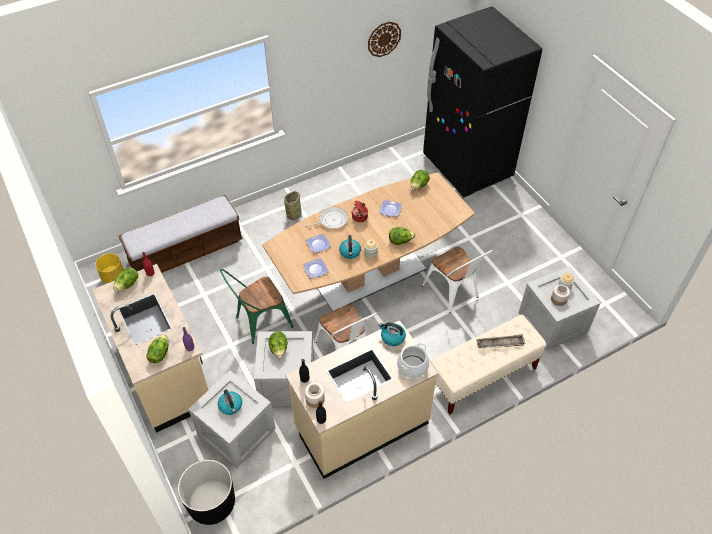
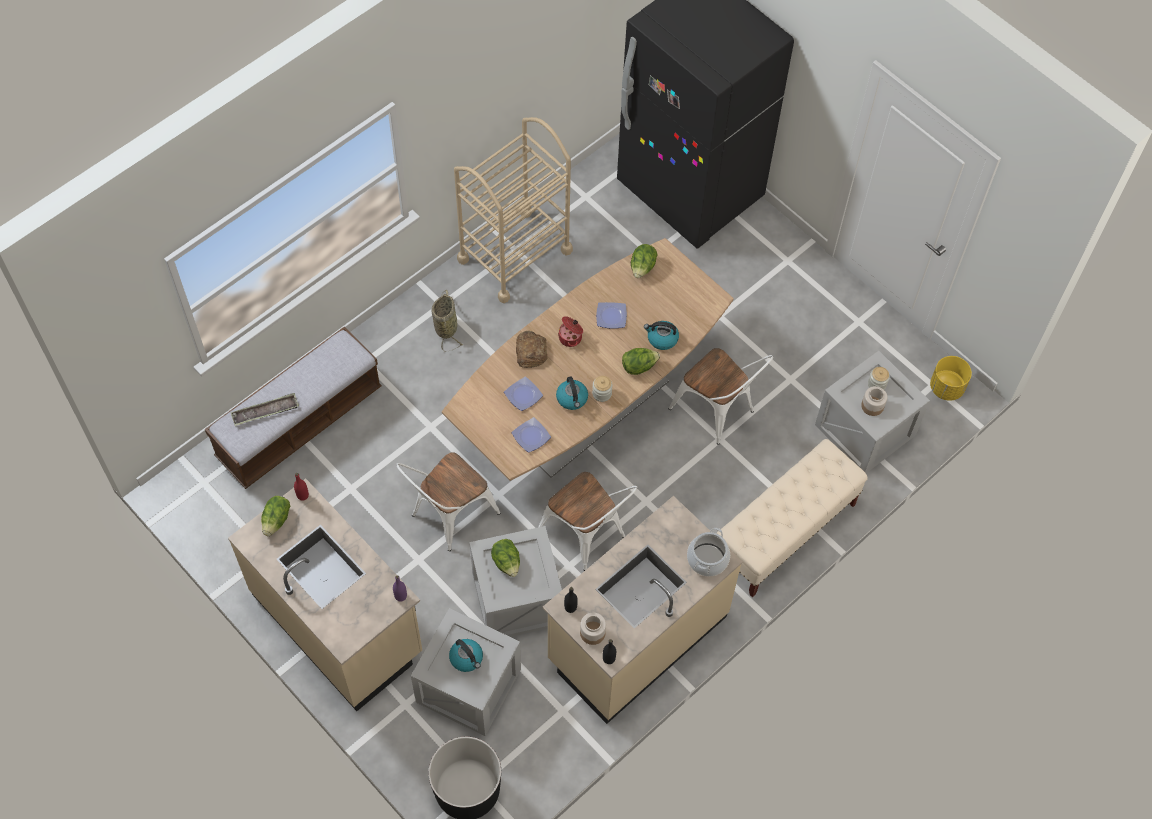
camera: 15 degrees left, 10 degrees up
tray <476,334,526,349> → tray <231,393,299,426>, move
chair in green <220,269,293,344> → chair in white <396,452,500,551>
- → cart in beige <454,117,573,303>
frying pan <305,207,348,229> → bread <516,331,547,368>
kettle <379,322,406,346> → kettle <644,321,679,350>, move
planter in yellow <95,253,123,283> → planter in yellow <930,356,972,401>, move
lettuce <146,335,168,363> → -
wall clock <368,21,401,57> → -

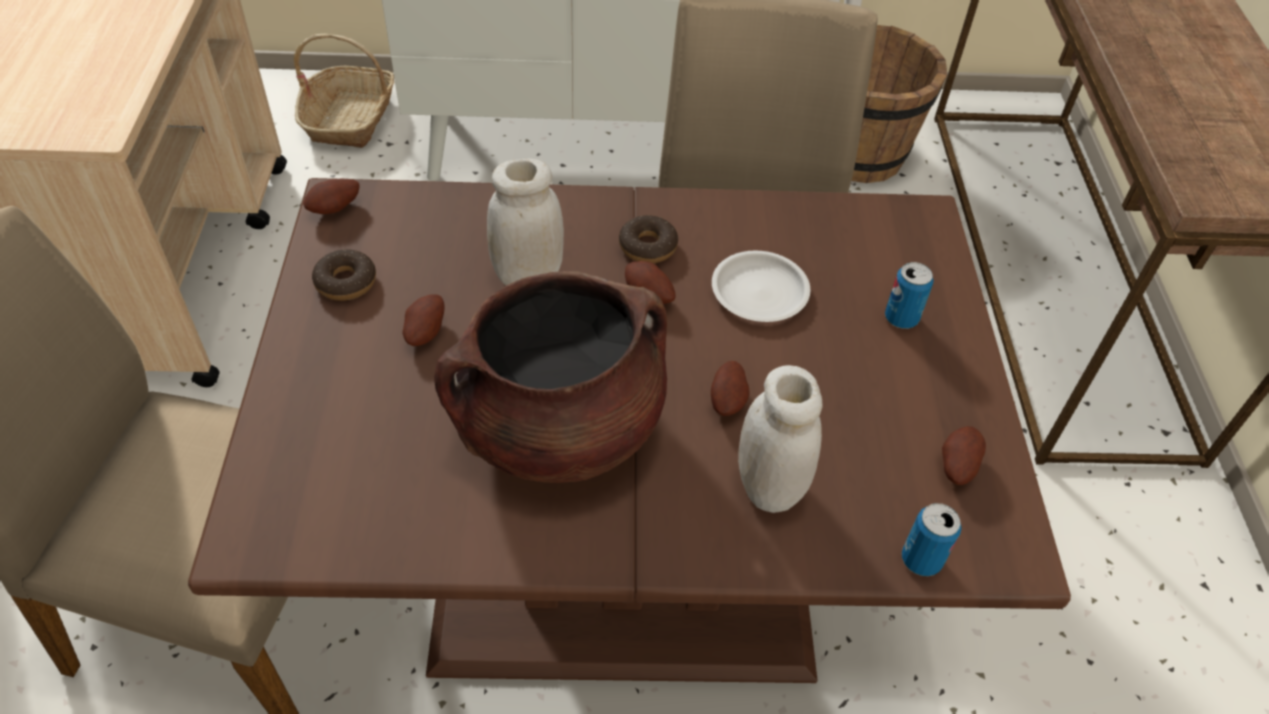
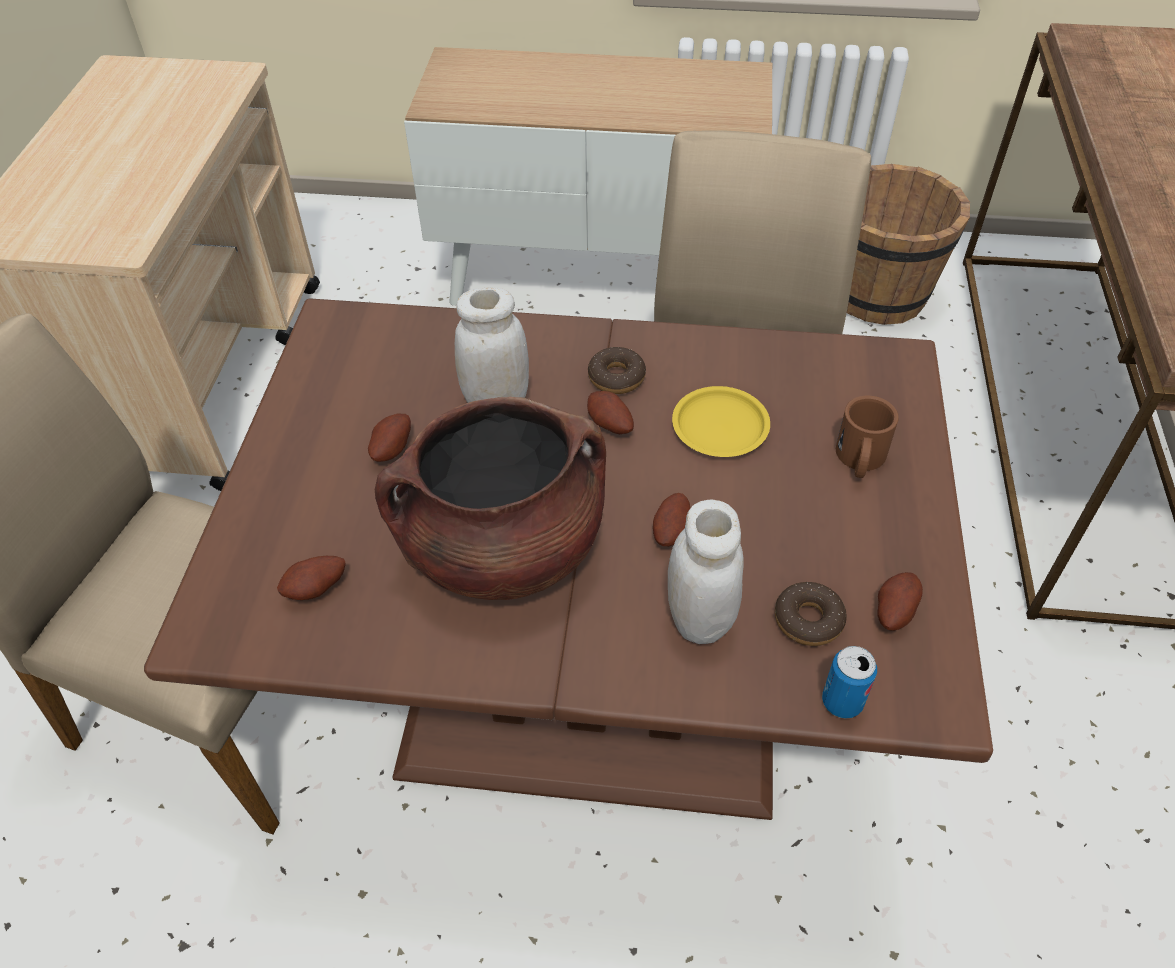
camera: 10 degrees right, 0 degrees up
potato <303,179,360,214> → potato <277,556,346,600>, move
plate in white <712,251,810,322> → plate in yellow <672,386,770,457>
donut <312,249,376,301> → donut <775,582,847,646>, move
can <885,262,934,329> → mug in brown <836,396,899,478>
basket <294,34,394,148> → -

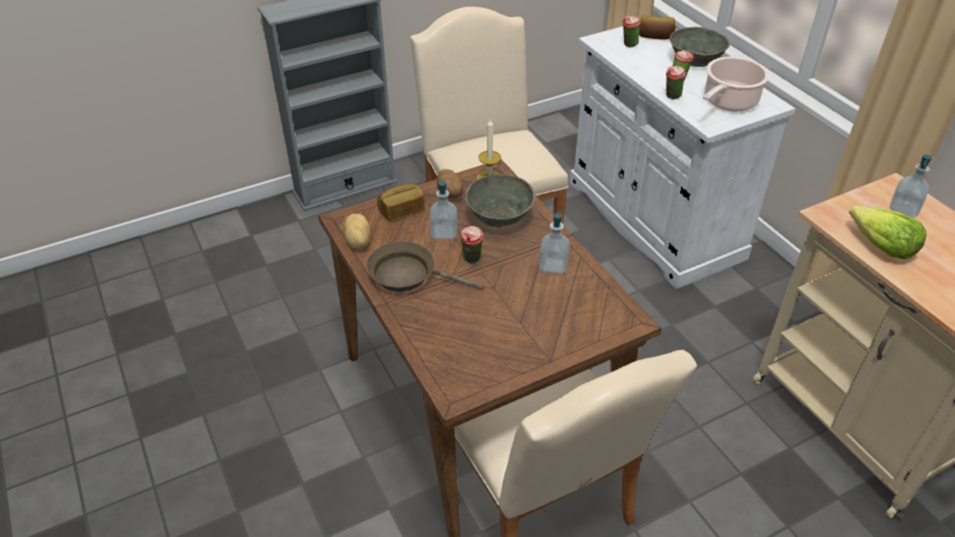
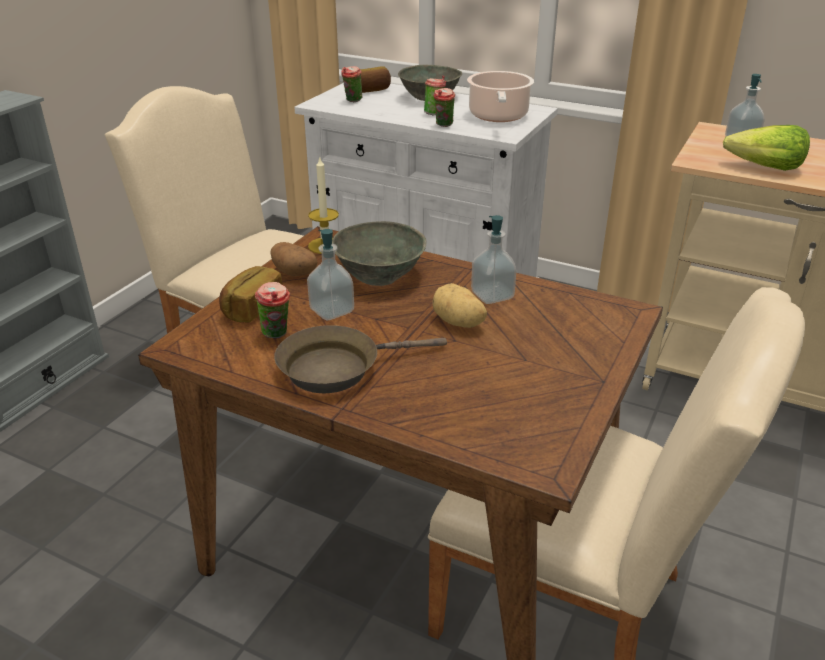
camera: 35 degrees left, 10 degrees down
cup <460,226,484,263> → cup <255,282,290,338>, move
potato <344,214,370,249> → potato <432,283,487,328>, move

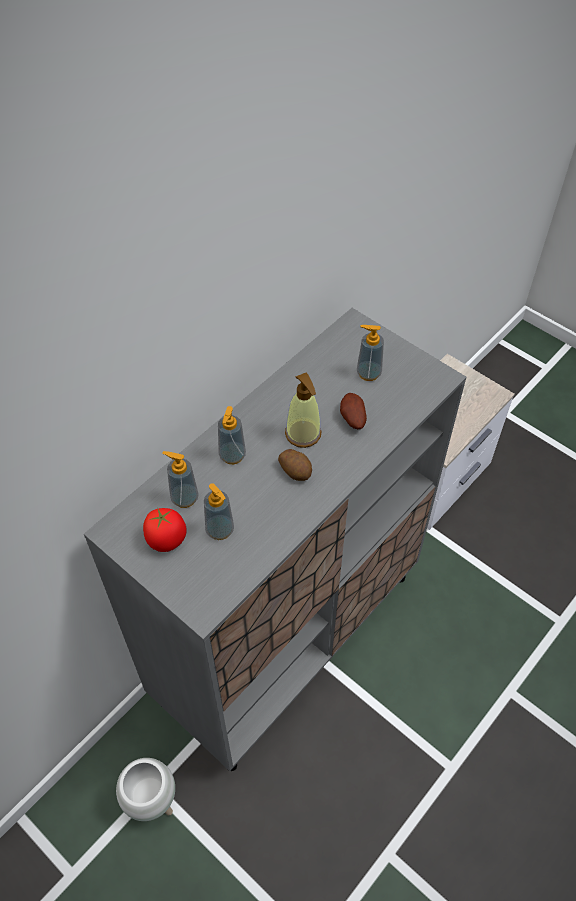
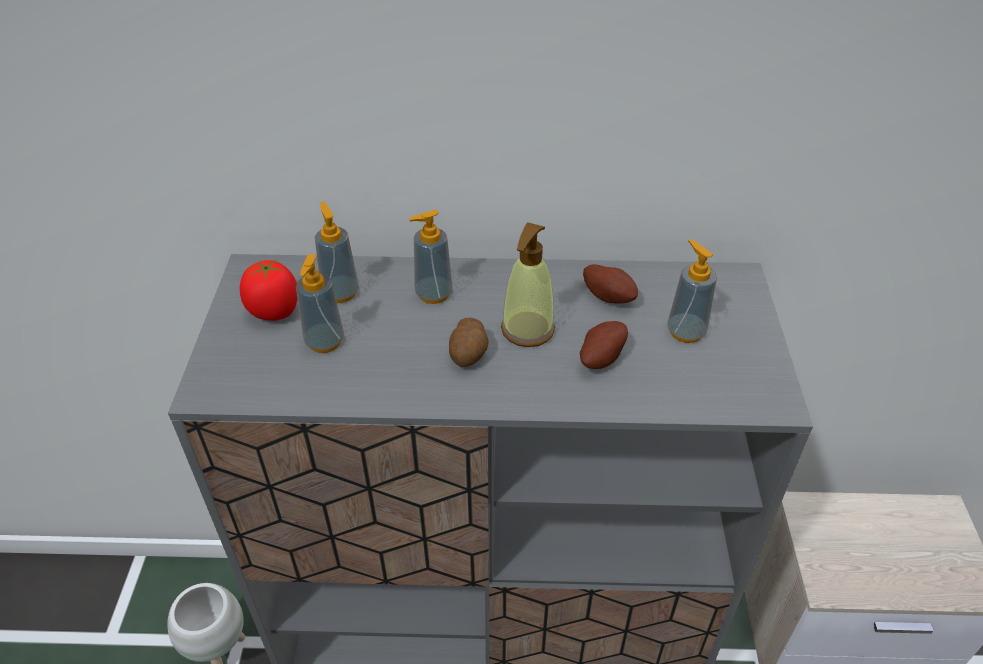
camera: 50 degrees right, 10 degrees down
- → potato <583,264,638,304>

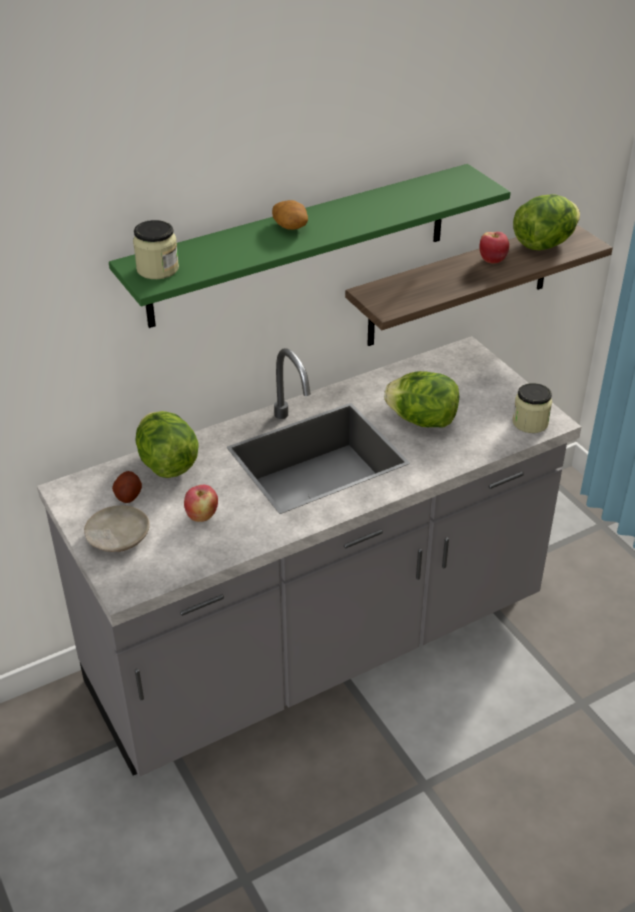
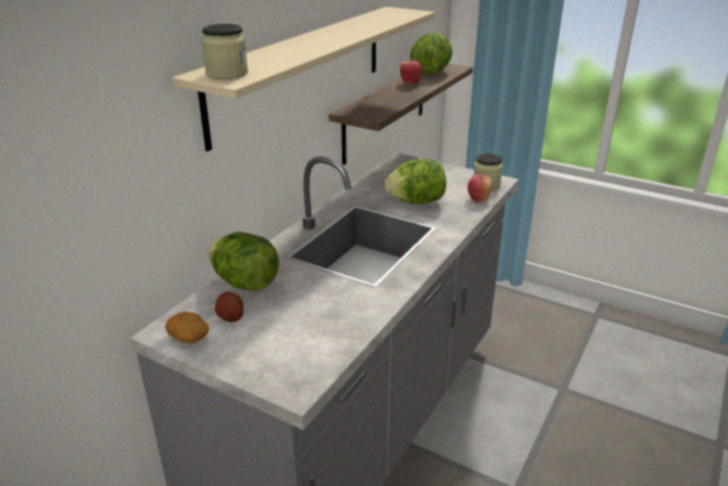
camera: 30 degrees left, 10 degrees down
potato <272,200,308,230> → potato <165,312,209,343>, move
shelf in green <109,164,511,328> → shelf in beige <172,7,435,152>
apple <184,485,218,522> → apple <468,175,493,202>, move
plate in beige <84,505,150,552> → -

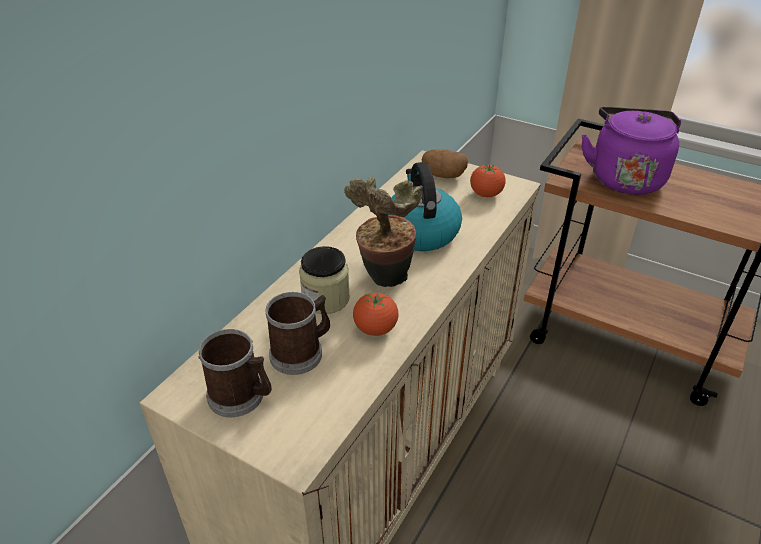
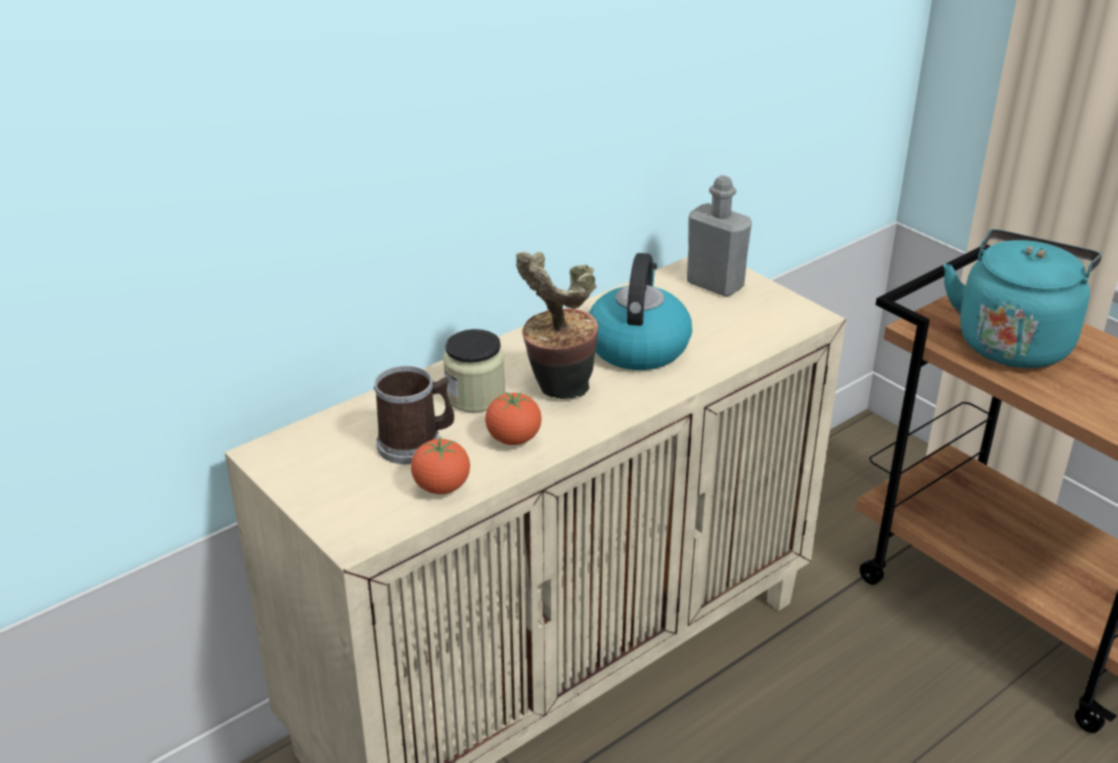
camera: 20 degrees right, 5 degrees down
tomato <470,163,506,197> → tomato <411,436,470,494>, move
potato <422,149,468,178> → bottle in grey <687,175,752,297>
kettle in purple <582,107,681,195> → kettle in turquoise <943,229,1102,368>
mug <198,329,272,417> → -

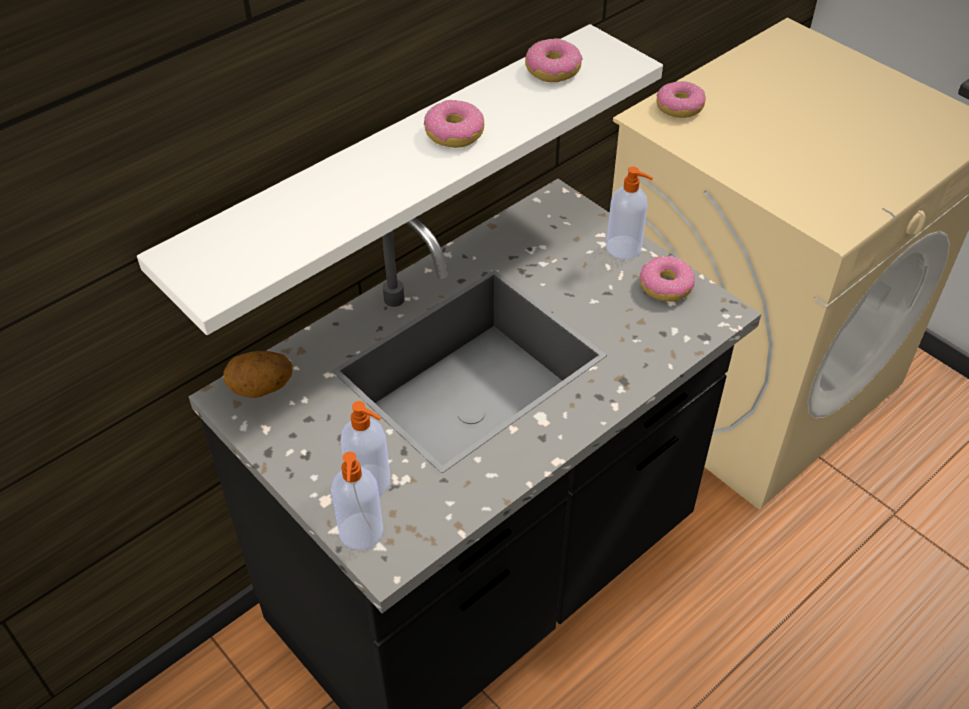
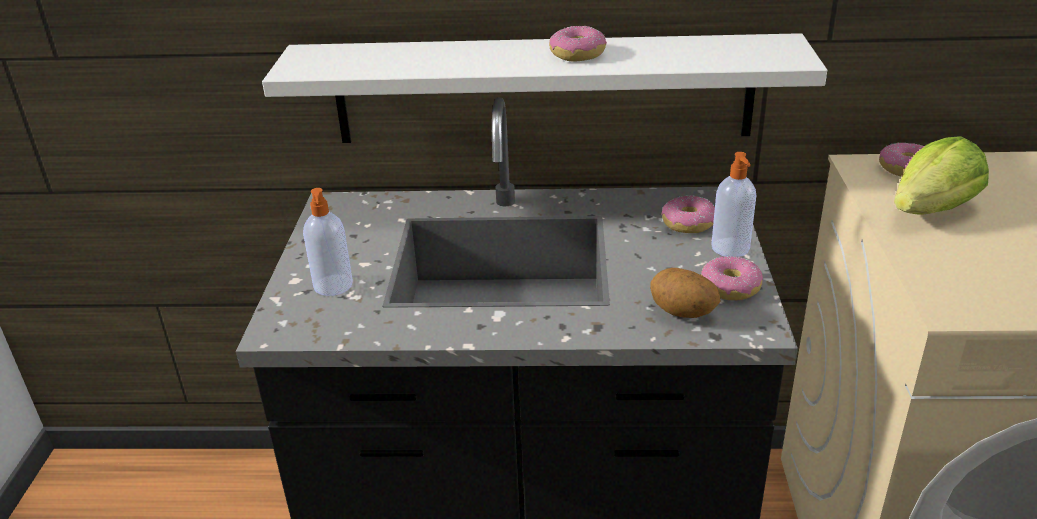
camera: 45 degrees right, 15 degrees down
potato <224,351,293,398> → potato <650,268,721,318>, move
donut <525,38,582,82> → donut <661,195,715,233>, move
- → lettuce <894,136,989,215>
soap dispenser <331,452,383,550> → -

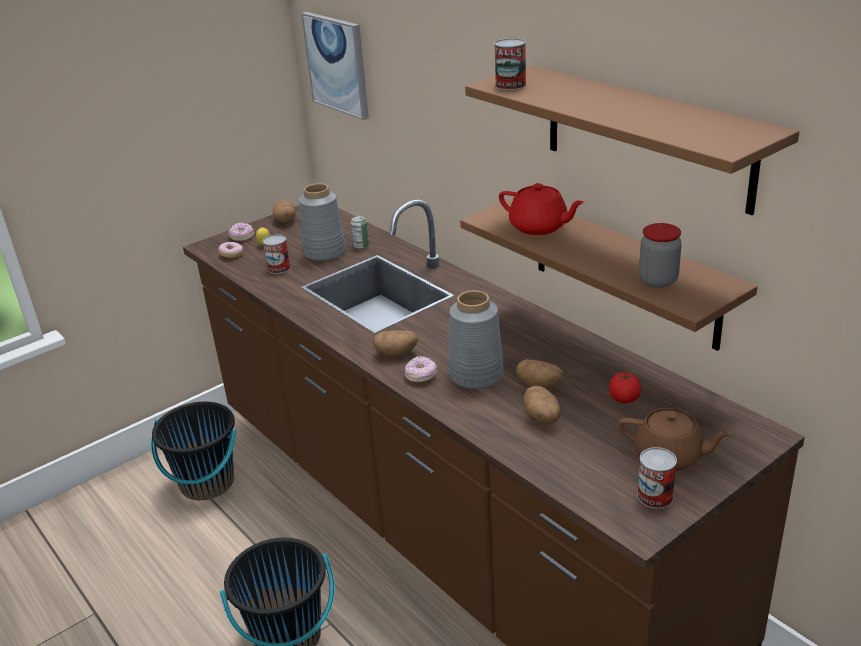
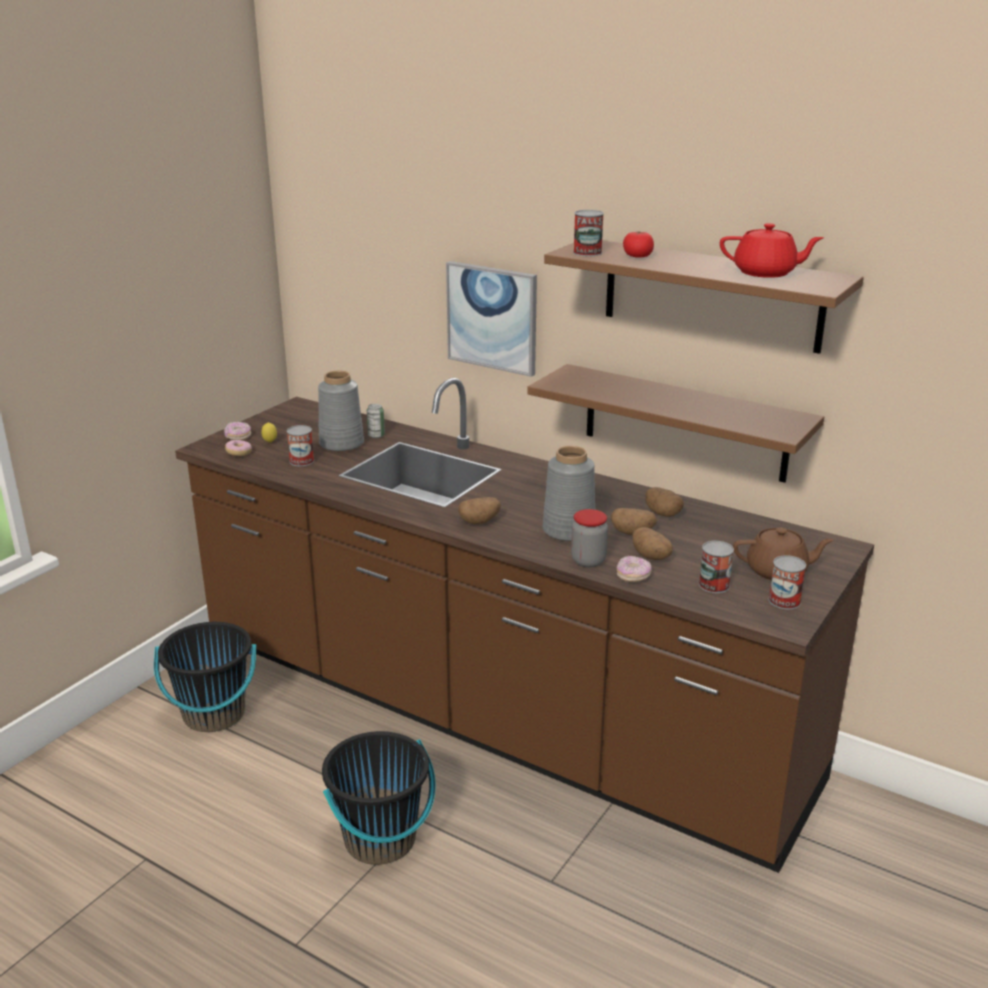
camera: 20 degrees left, 5 degrees down
picture <301,12,369,120> → picture <446,261,537,377>, move
jar <639,223,682,288> → jar <571,509,608,567>, move
donut <405,356,437,382> → donut <617,556,652,582>, move
tomato <609,372,641,403> → tomato <623,231,654,258>, move
potato <273,200,296,223> → potato <645,487,684,517>, move
- → can <699,541,734,593>
teapot in red <499,183,585,235> → teapot in red <720,223,825,278>, move

